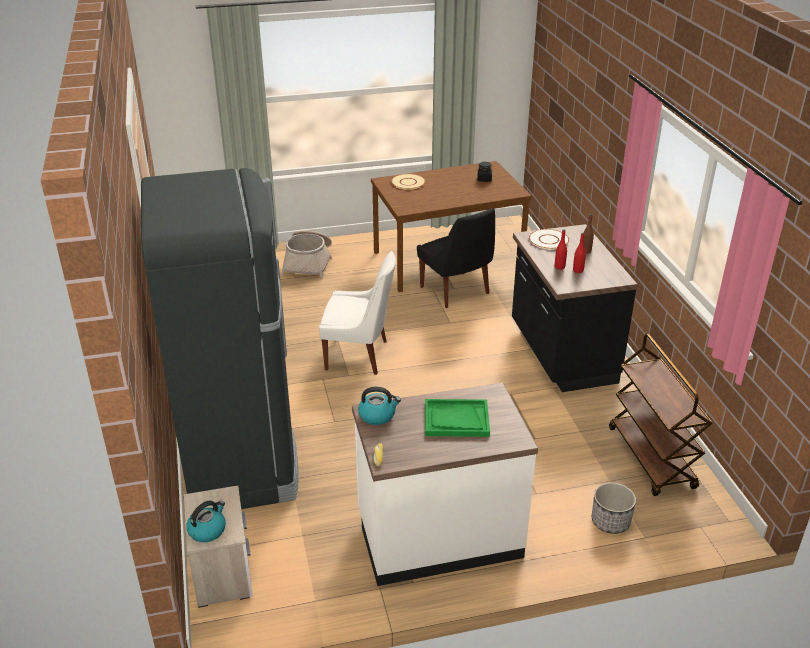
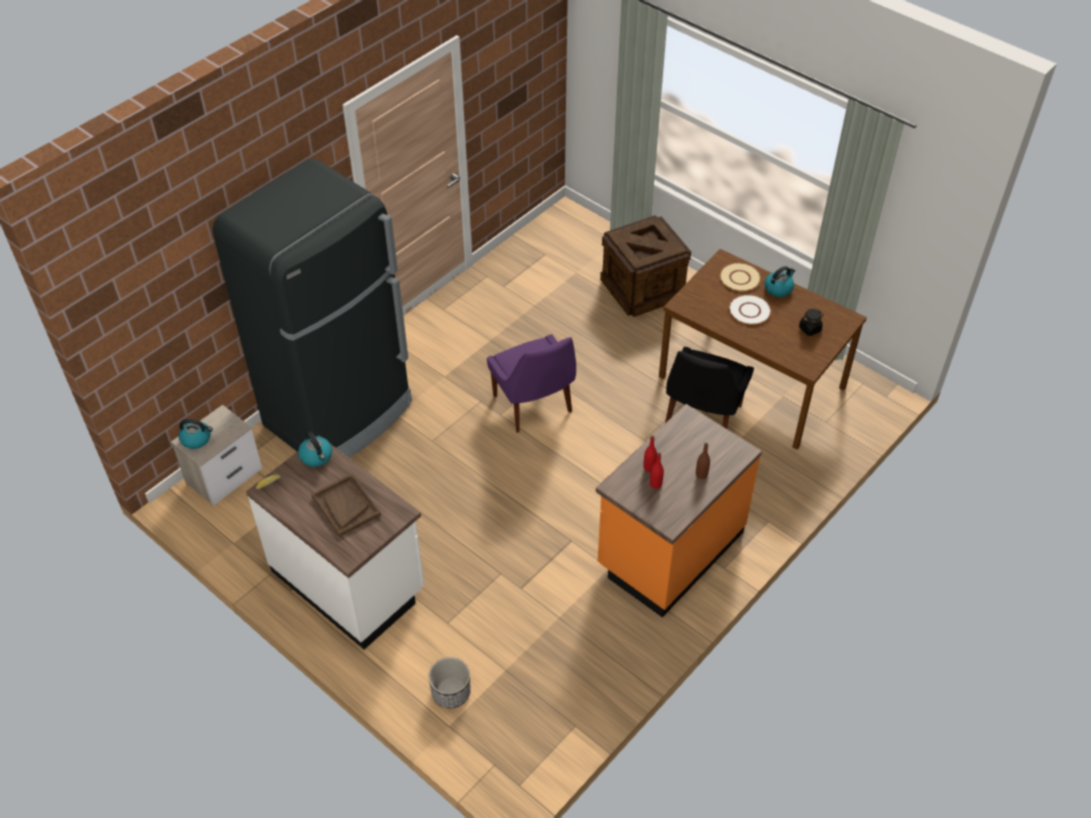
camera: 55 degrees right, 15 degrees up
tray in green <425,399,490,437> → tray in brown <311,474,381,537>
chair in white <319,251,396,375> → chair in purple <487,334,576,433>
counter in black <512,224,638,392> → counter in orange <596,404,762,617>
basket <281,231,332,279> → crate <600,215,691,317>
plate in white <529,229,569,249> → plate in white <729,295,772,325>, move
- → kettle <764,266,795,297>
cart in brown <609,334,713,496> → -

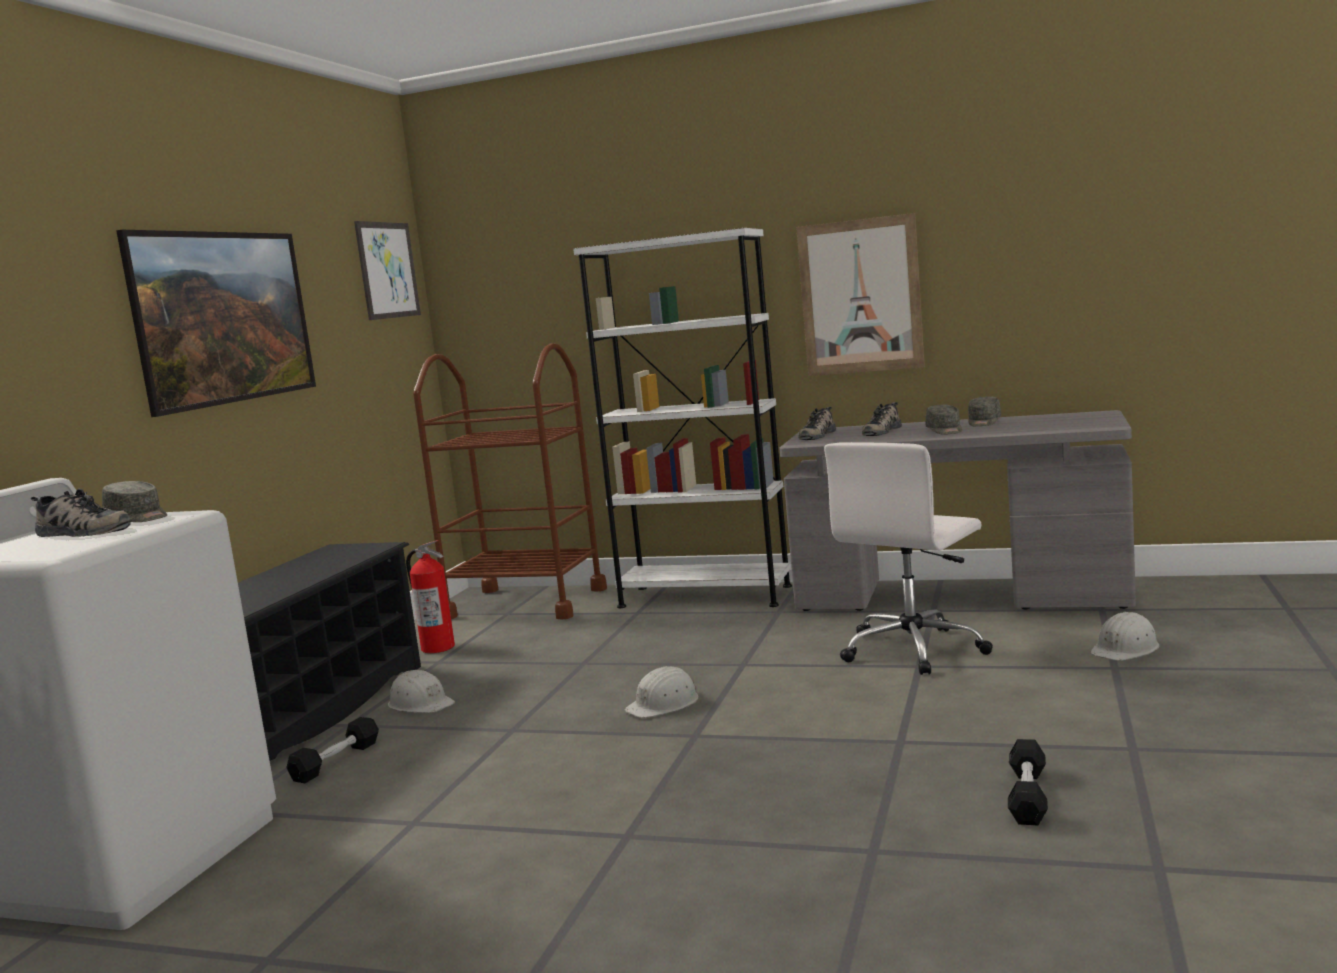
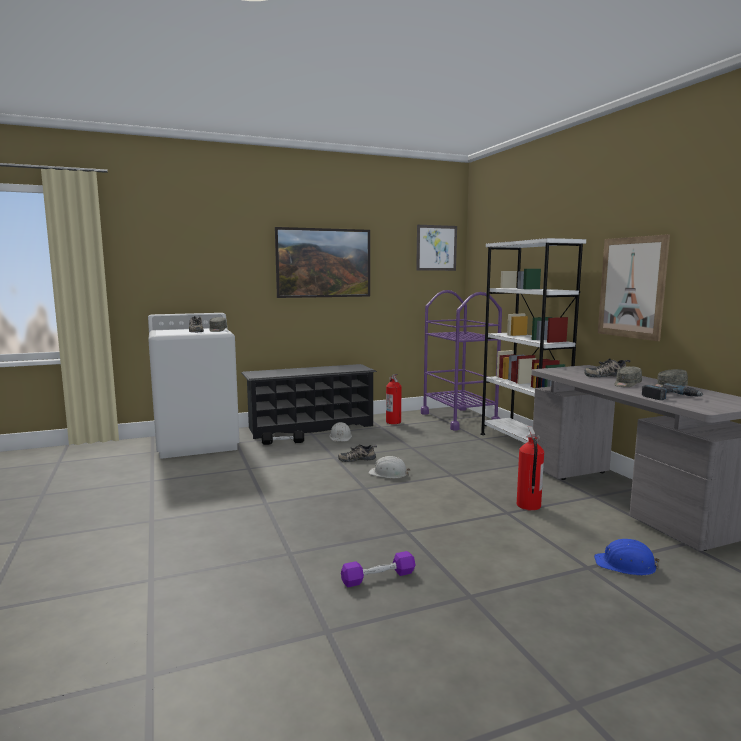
camera: 50 degrees right, 0 degrees up
shoe <798,407,836,440> → shoe <338,445,377,462>, move
dumbbell in black <1008,739,1048,825> → dumbbell in purple <341,551,415,587>
cart in brown <413,343,607,620> → cart in purple <421,290,502,430>
office chair in white <824,442,993,675> → fire extinguisher <517,426,544,511>
hard hat in white <1090,611,1160,661> → hard hat in blue <594,539,660,576>
- → power drill <642,383,703,400>

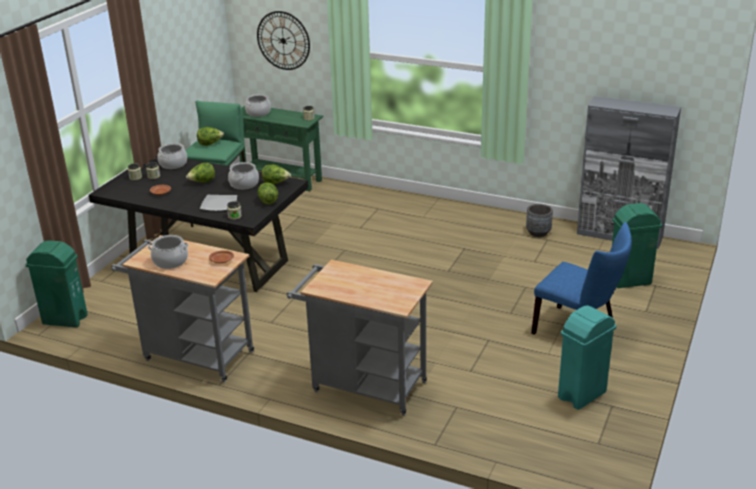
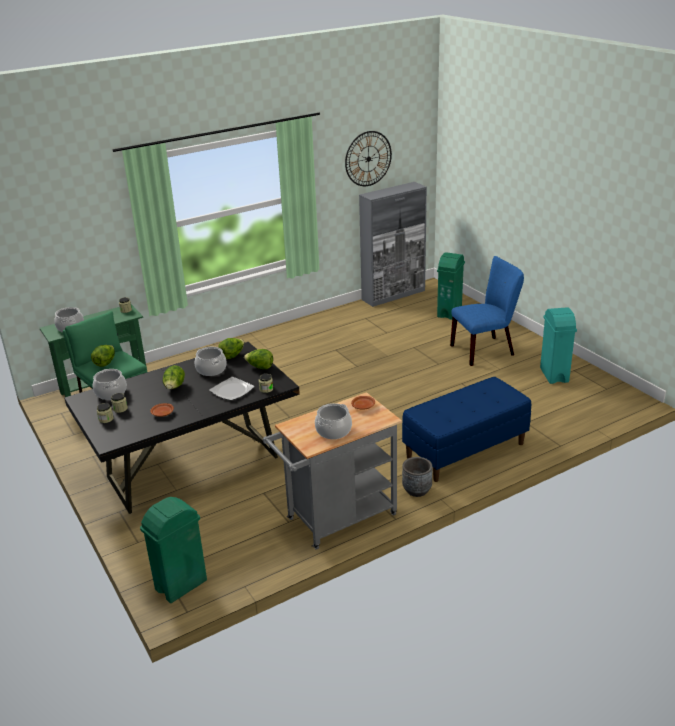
camera: 55 degrees left, 0 degrees up
wall clock <257,11,310,70> → wall clock <345,131,392,186>, move
cart in grey <286,260,433,416> → bench in blue <402,377,531,482>
planter in grey <526,204,553,237> → planter in grey <402,457,432,497>, move

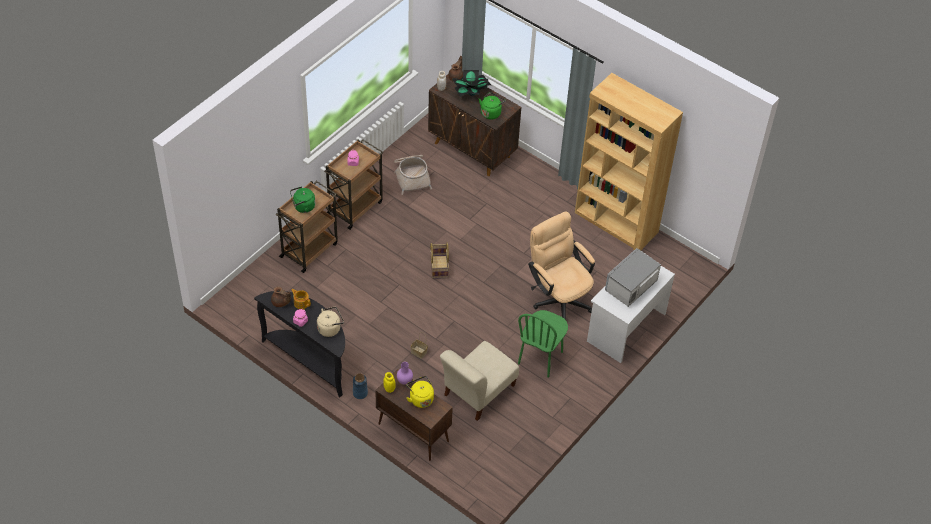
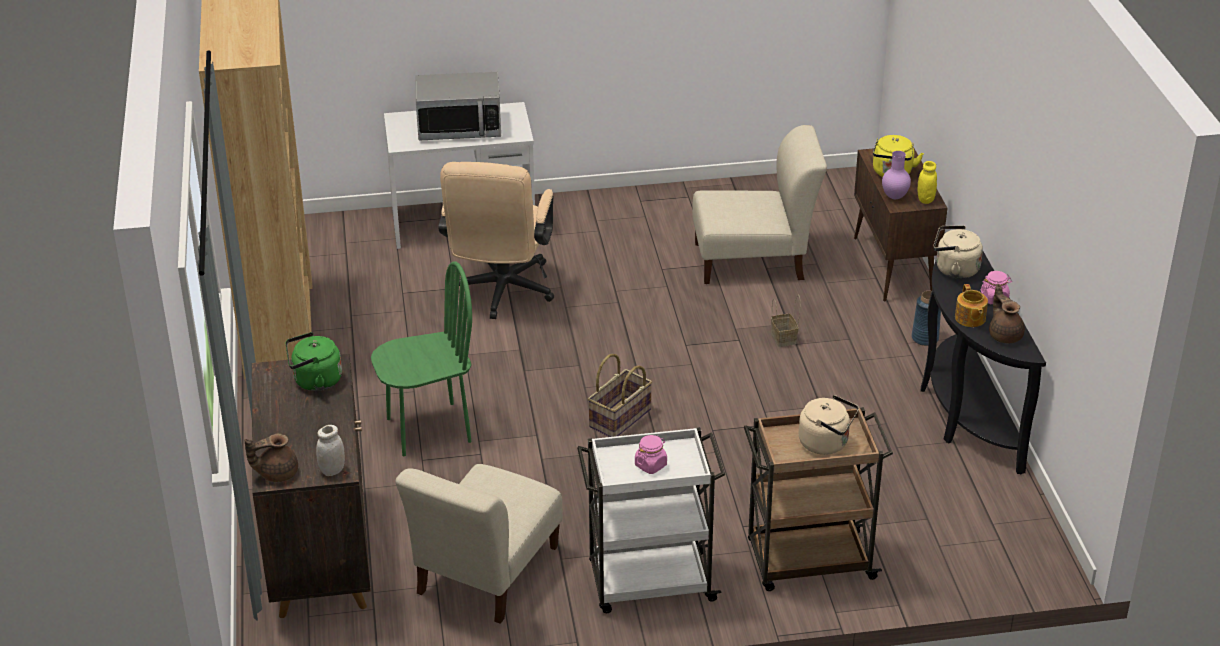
camera: 135 degrees left, 15 degrees down
chair in green <518,310,568,378> → chair in green <371,261,472,456>, move
basket <394,155,432,195> → chair in beige <395,464,563,624>
cart in brown <324,139,383,230> → cart in white <577,427,725,613>
kettle in green <290,186,315,213> → kettle in beige <799,395,859,455>
potted plant <452,70,491,97> → -

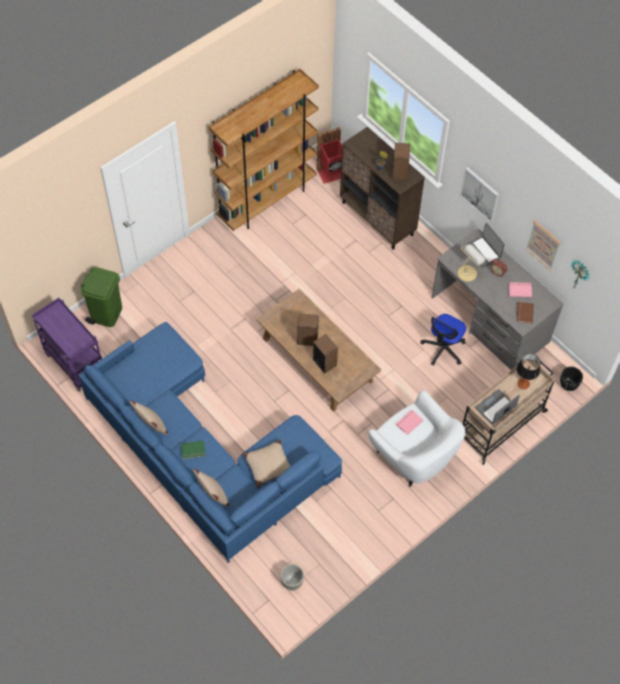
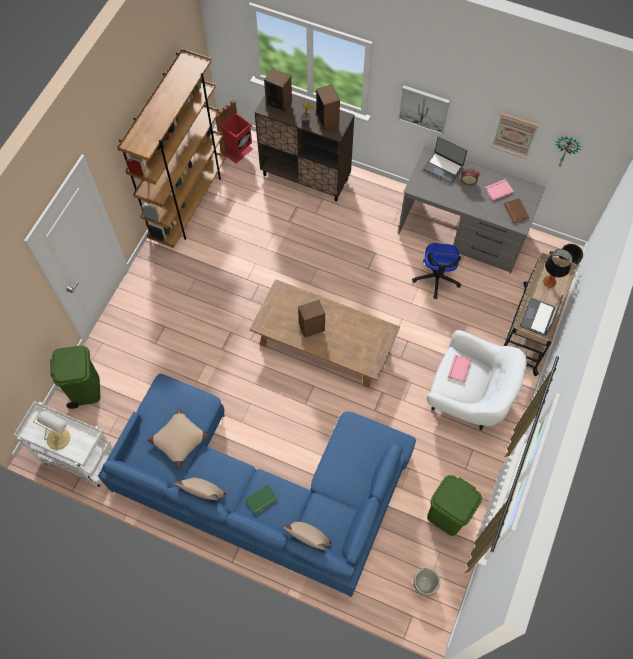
camera: 25 degrees left, 5 degrees up
cart in purple <32,297,102,391> → cart in white <14,401,113,487>
table lamp <458,244,486,281> → table lamp <33,411,70,450>, move
pillow in beige <242,439,291,488> → pillow in beige <147,408,209,469>, move
speaker <313,334,338,374> → speaker <264,68,292,113>, move
- → trash can in green <427,475,482,536>

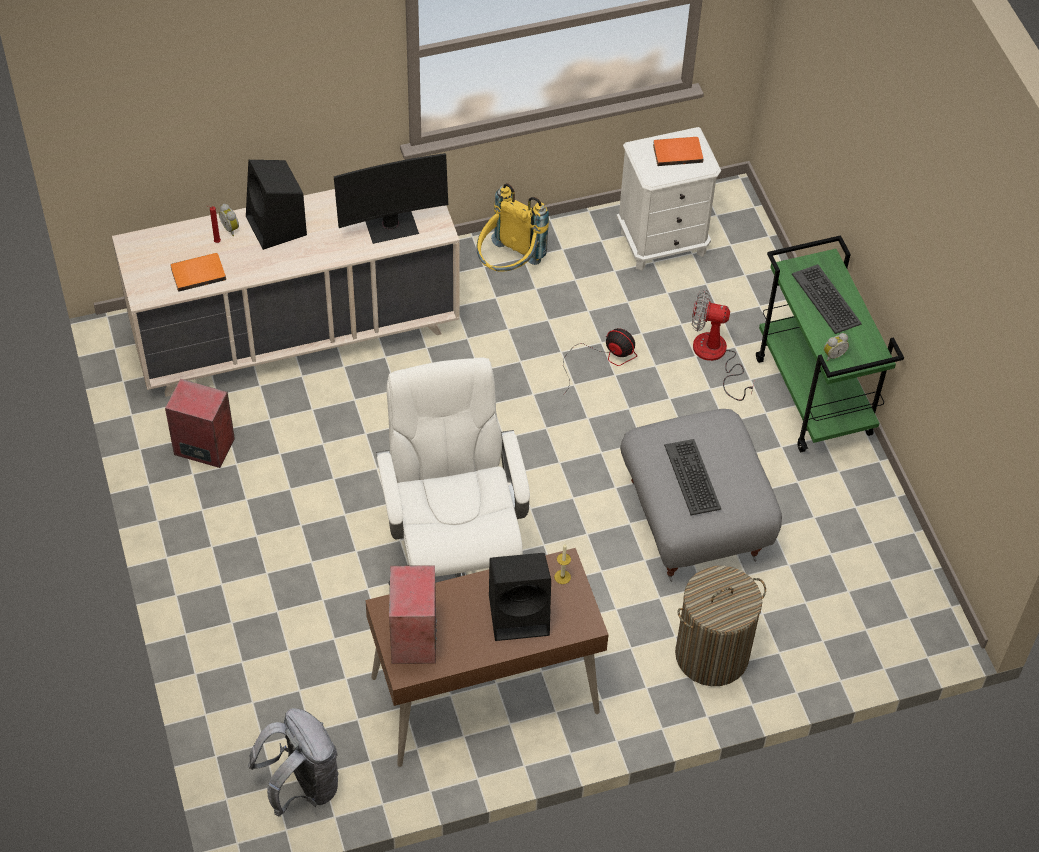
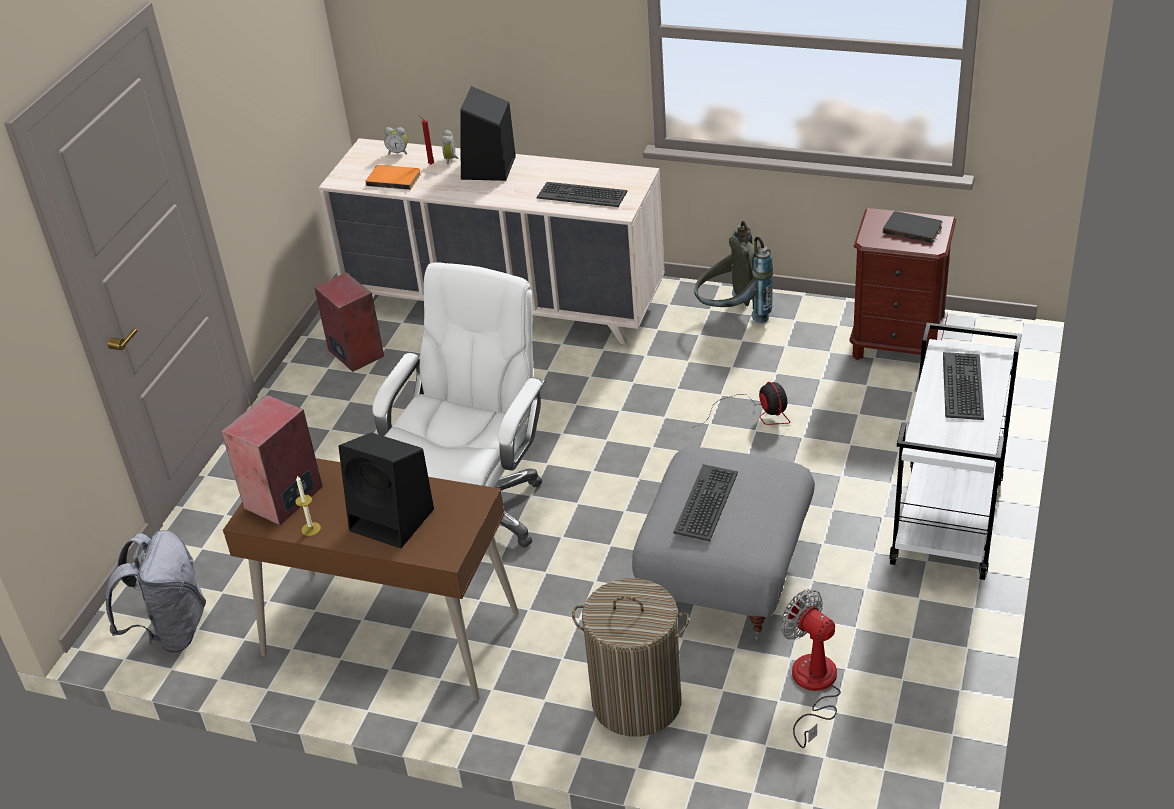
camera: 40 degrees right, 15 degrees down
candle <554,544,571,584> → candle <295,476,321,536>, move
alarm clock <824,333,849,361> → alarm clock <384,127,408,155>, move
monitor <334,153,448,244> → keyboard <537,182,627,207>
backpack in yellow <476,183,549,271> → backpack in grey <694,221,773,324>
fan <692,290,754,401> → fan <780,589,841,748>, move
nightstand in white <617,127,721,271> → nightstand in brown <849,208,956,360>
book in orange <653,137,703,166> → book in black <883,211,942,243>
cart in green <756,235,904,452> → cart in white <889,323,1022,580>

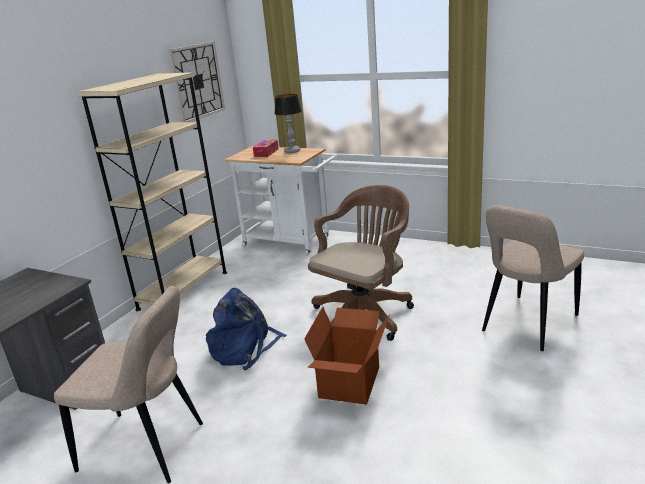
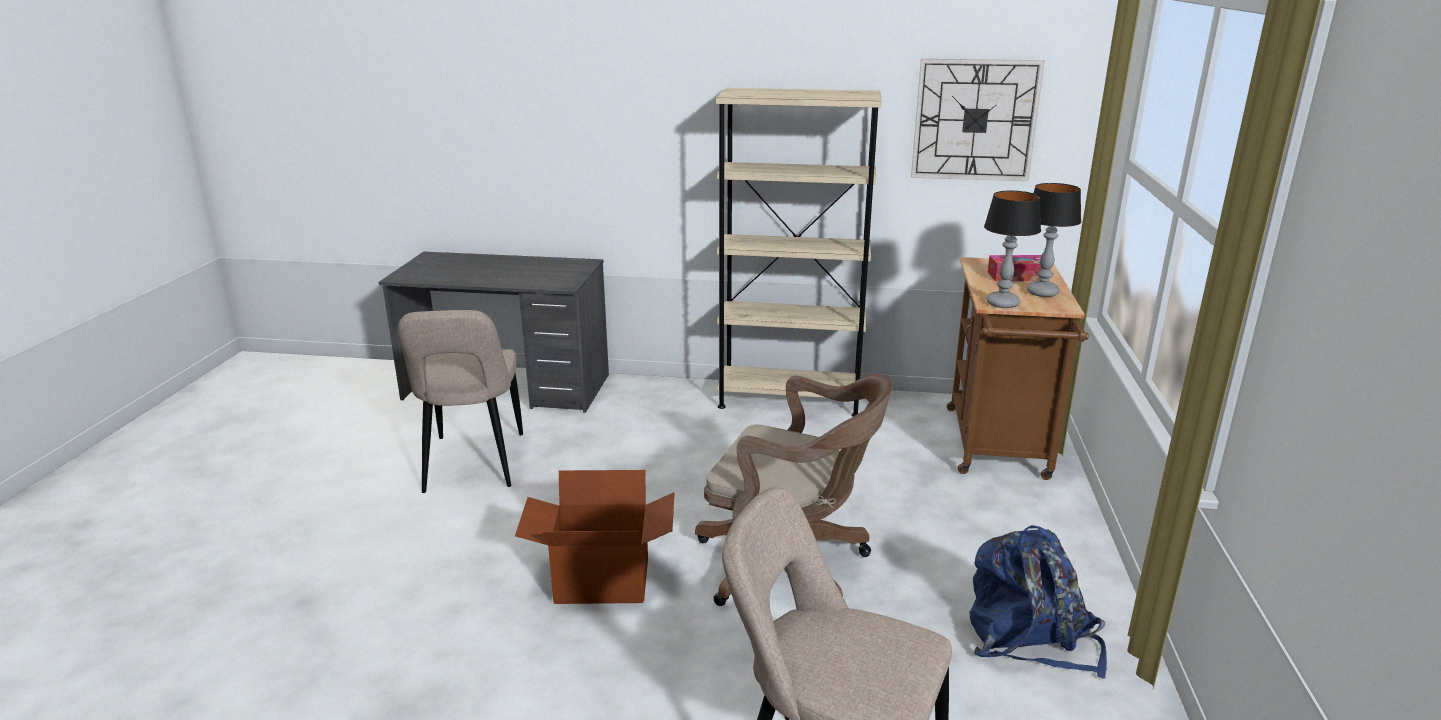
camera: 70 degrees right, 0 degrees up
cart in white <224,146,337,255> → cart in brown <947,257,1089,480>
backpack in blue <206,288,287,370> → backpack in blue <970,525,1107,678>, move
- → table lamp <984,190,1041,308>

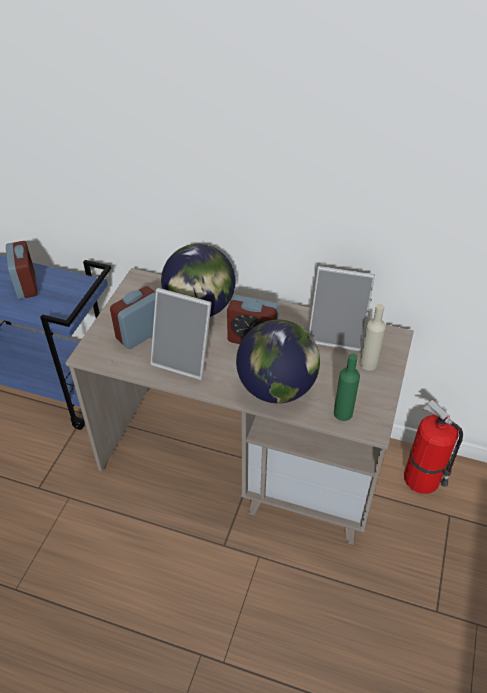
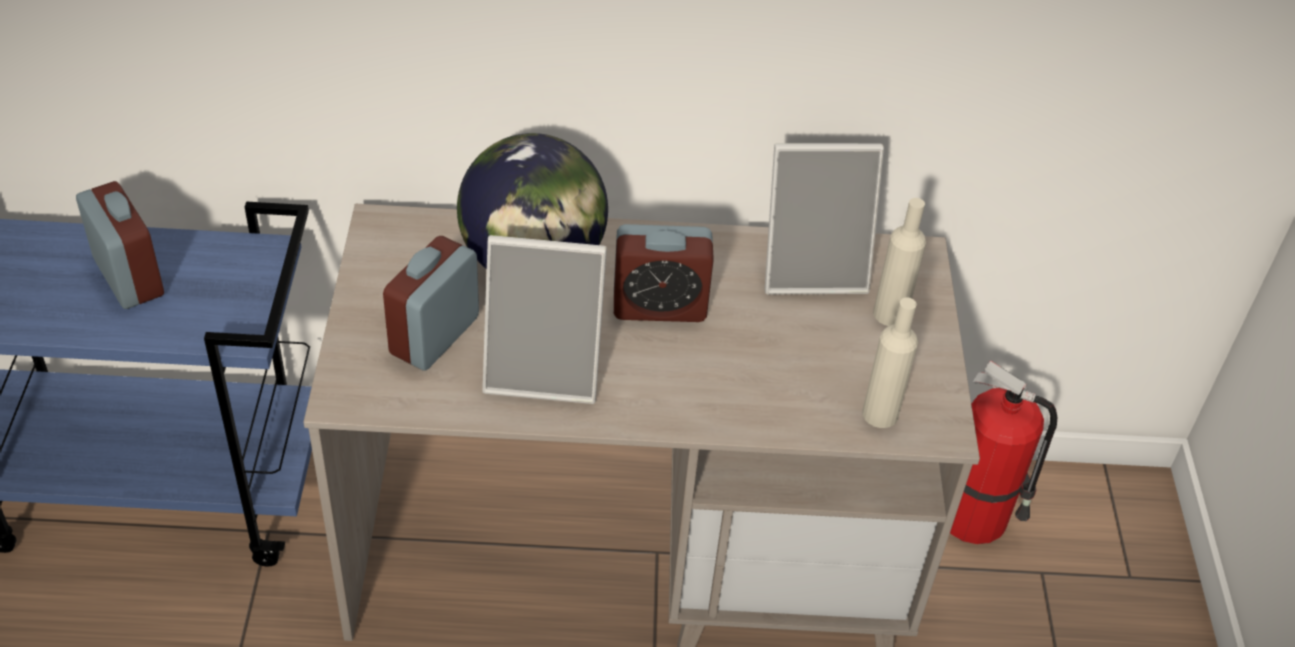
camera: 20 degrees left, 0 degrees up
bottle in green <334,353,360,421> → bottle in beige <862,297,918,428>
globe <236,320,320,403> → -

